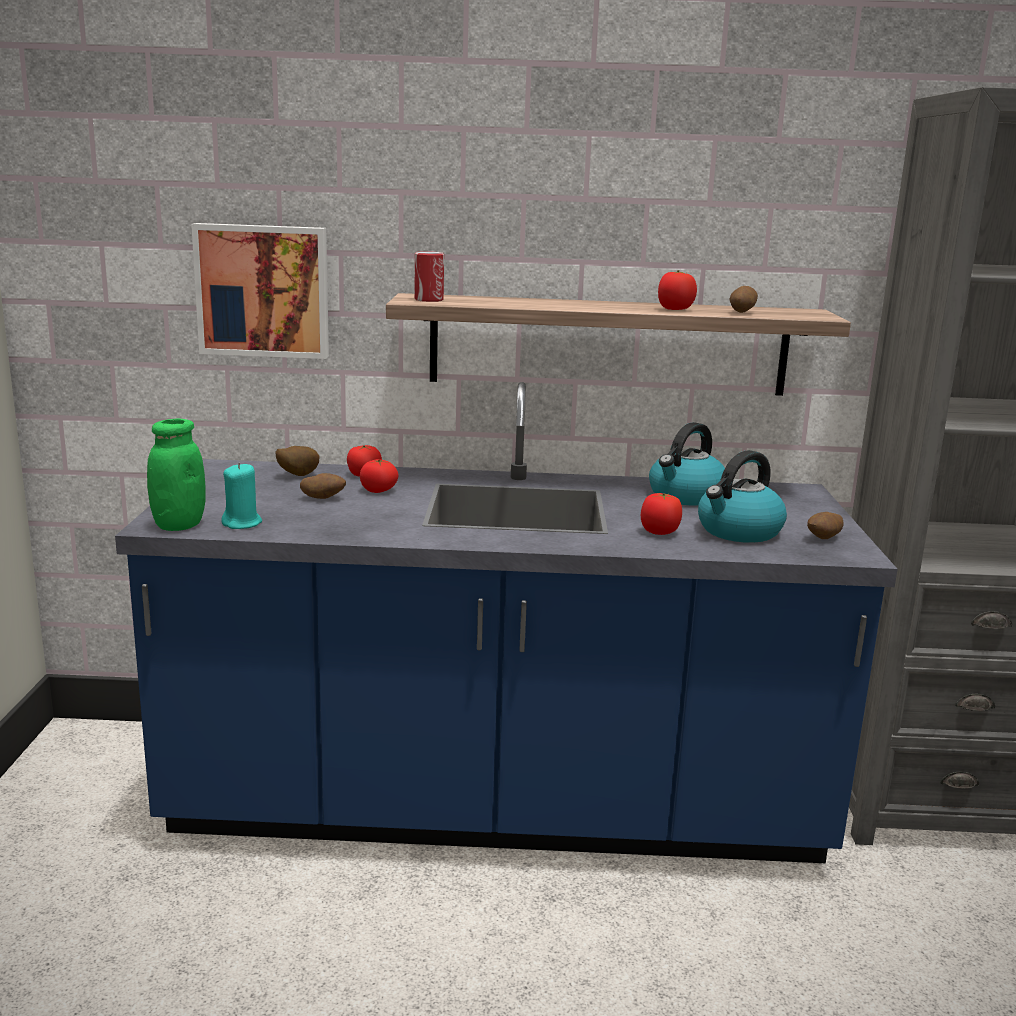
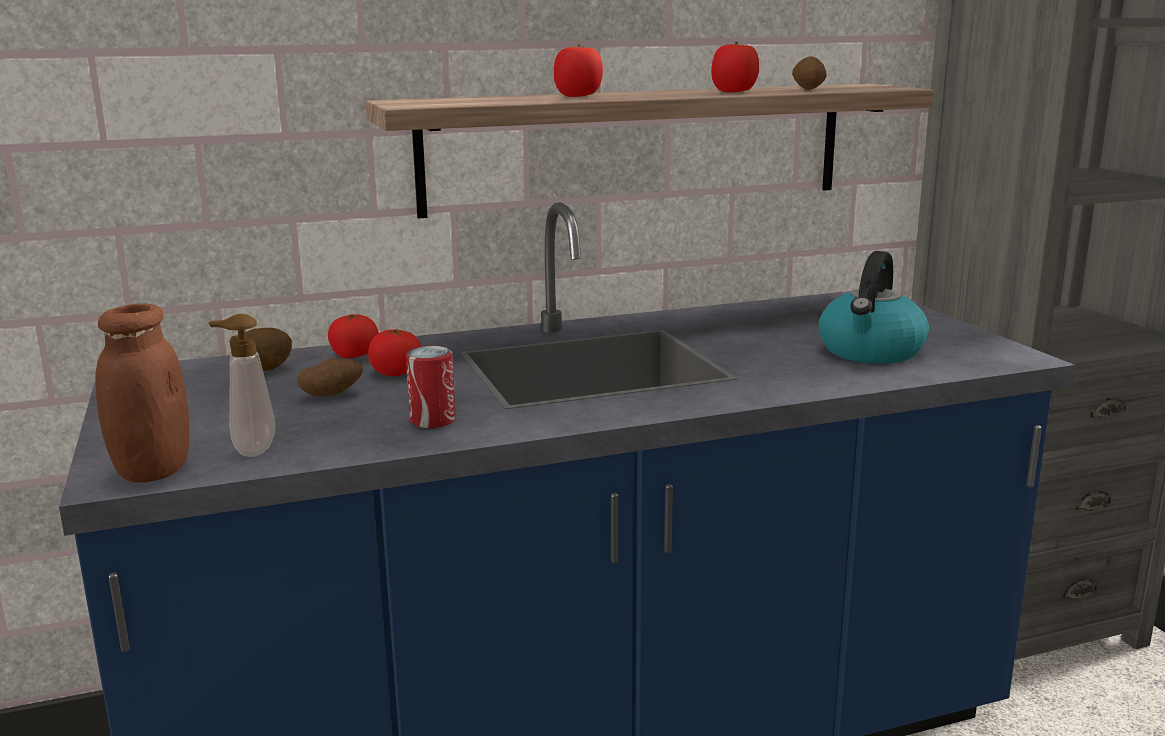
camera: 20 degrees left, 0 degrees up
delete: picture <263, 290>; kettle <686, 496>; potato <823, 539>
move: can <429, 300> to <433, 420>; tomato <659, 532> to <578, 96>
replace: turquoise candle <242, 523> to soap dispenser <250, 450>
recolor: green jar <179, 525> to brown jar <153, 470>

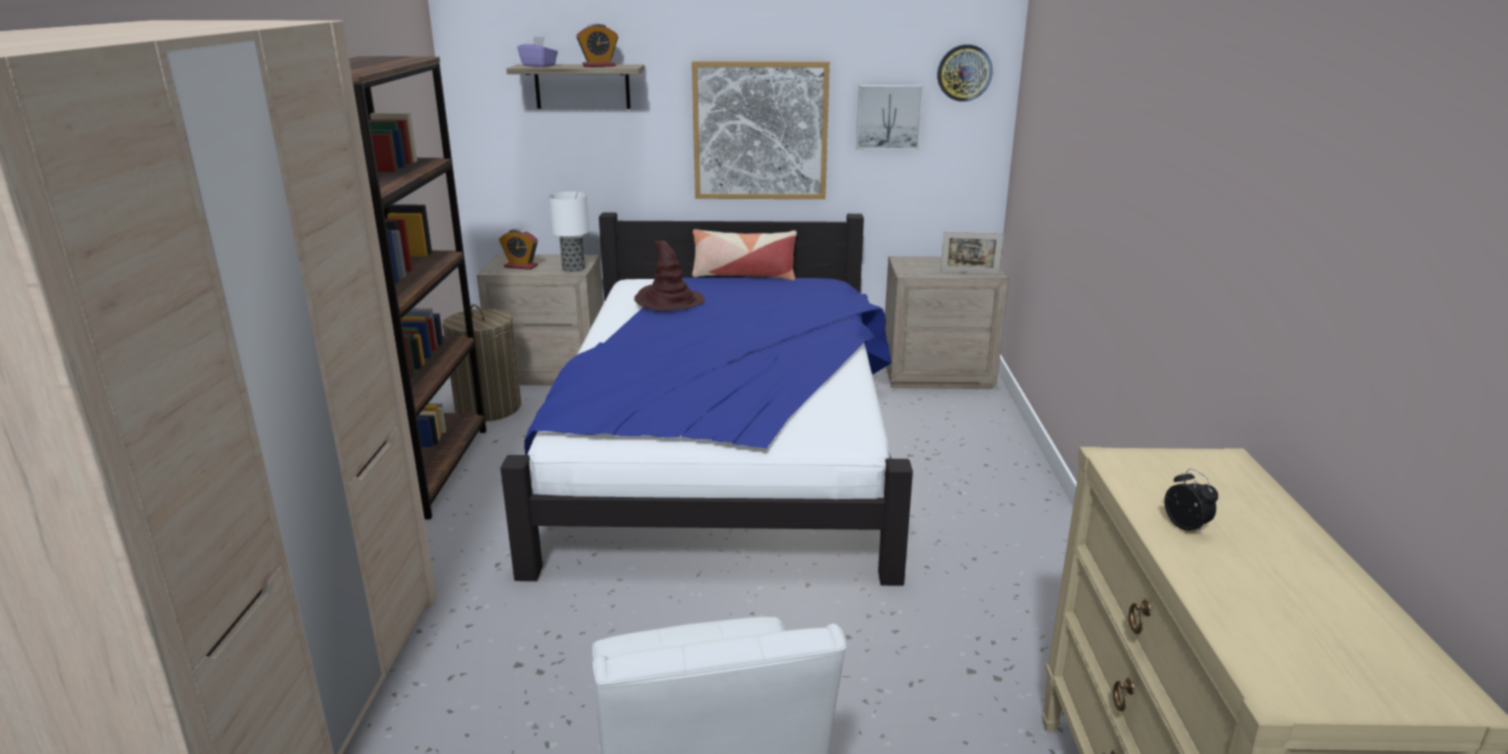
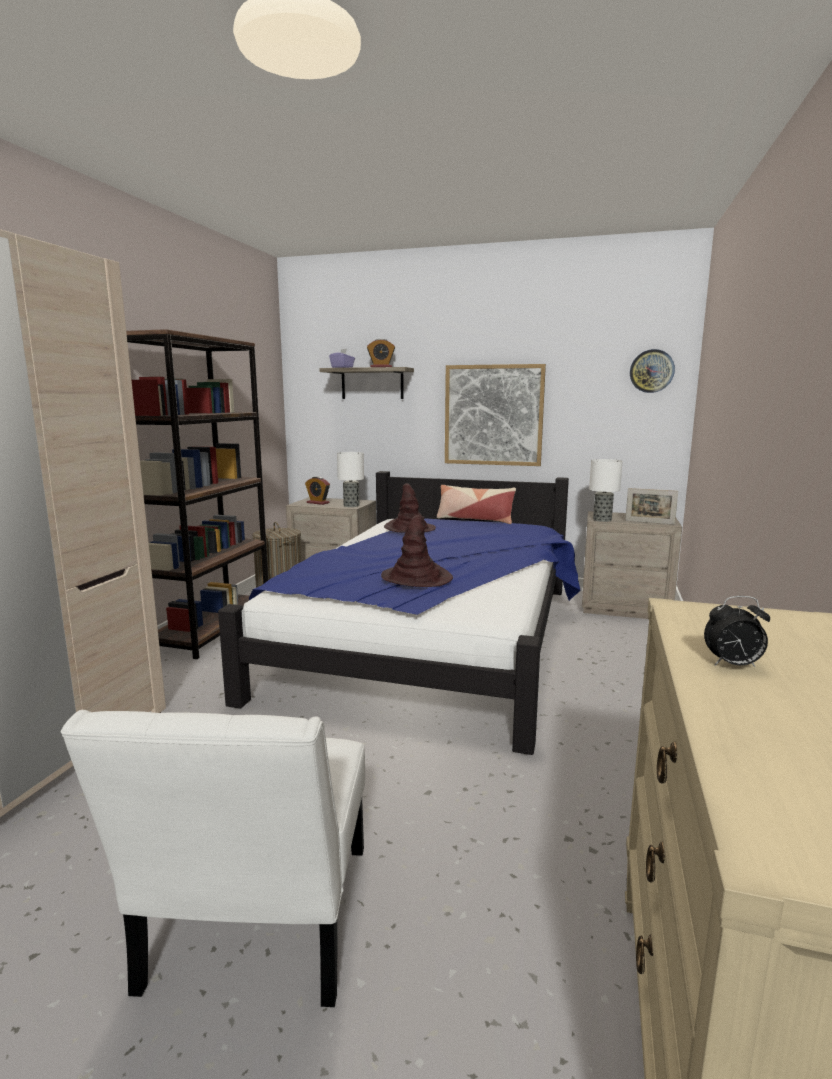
camera: 15 degrees right, 10 degrees down
delete: picture <888, 117>
insert: brown hat <417, 577>; table lamp <602, 520>
rotate: alarm clock <1186, 527> = <732, 665> 105 degrees clockwise

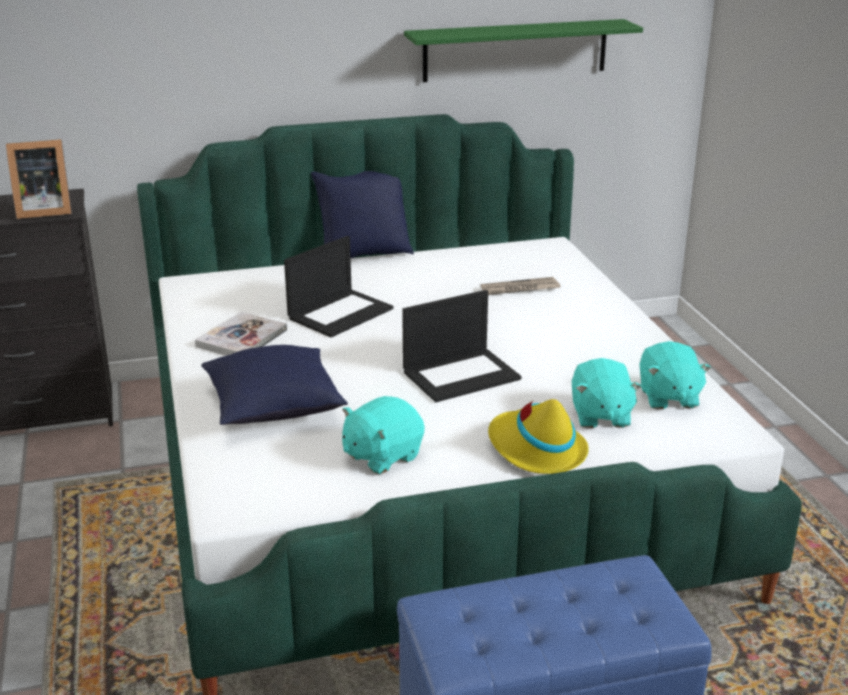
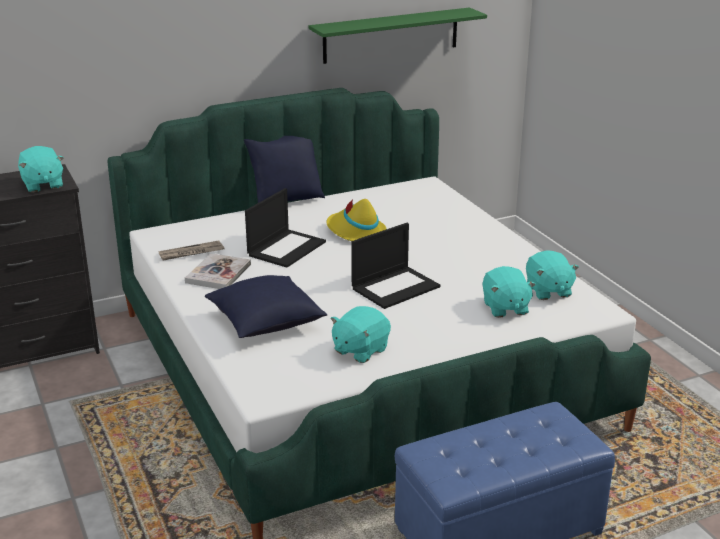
camera: 10 degrees left, 0 degrees up
move: newspaper <519, 289> to <191, 253>; yellow hat <536, 449> to <355, 232>
replace: picture frame <42, 211> to turquoise plush toy <42, 185>

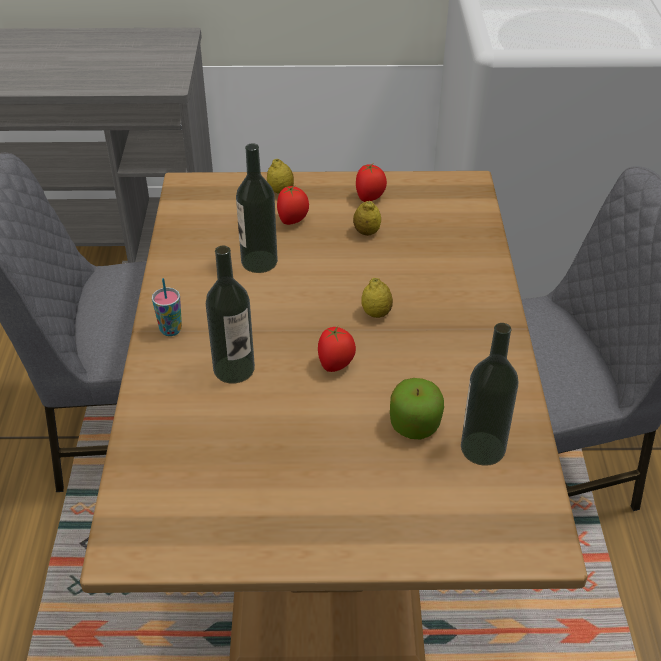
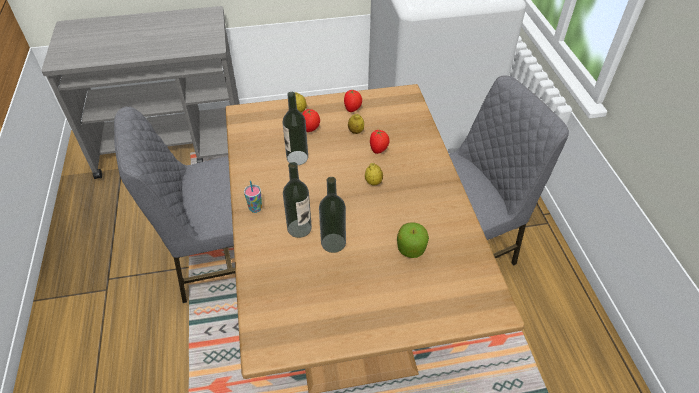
camera: 10 degrees left, 5 degrees up
move: bottle <482, 448> to <333, 243>; tomato <336, 365> to <378, 150>

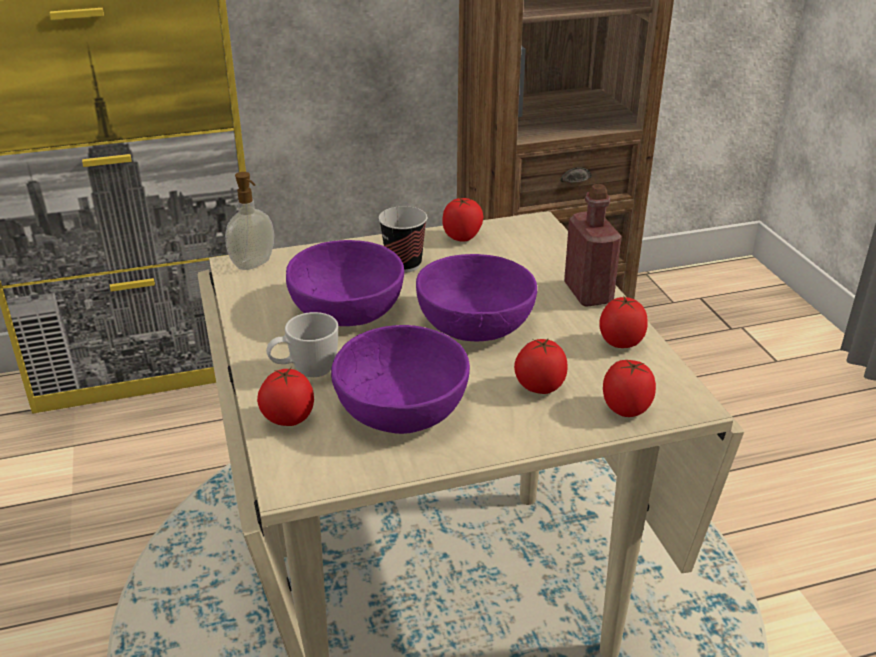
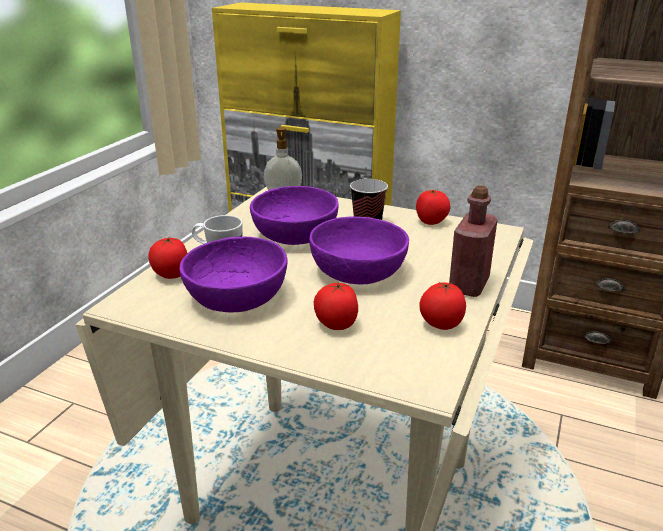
camera: 40 degrees right, 5 degrees down
delete: tomato <625, 409>

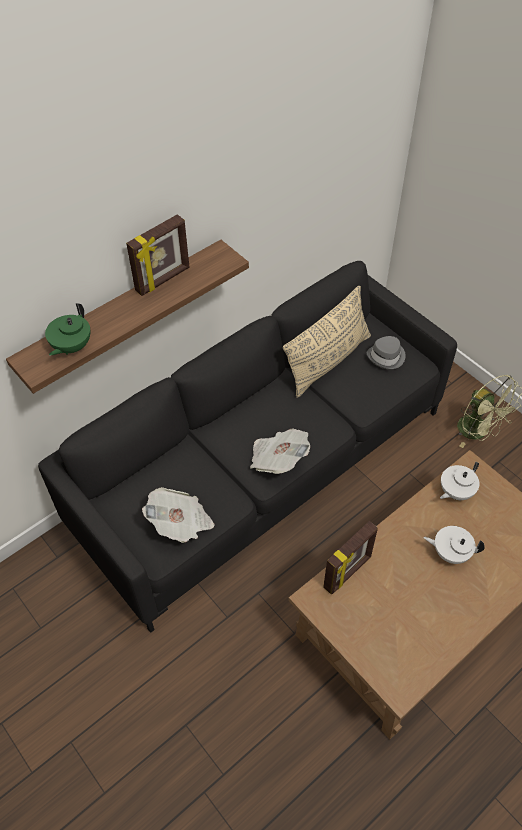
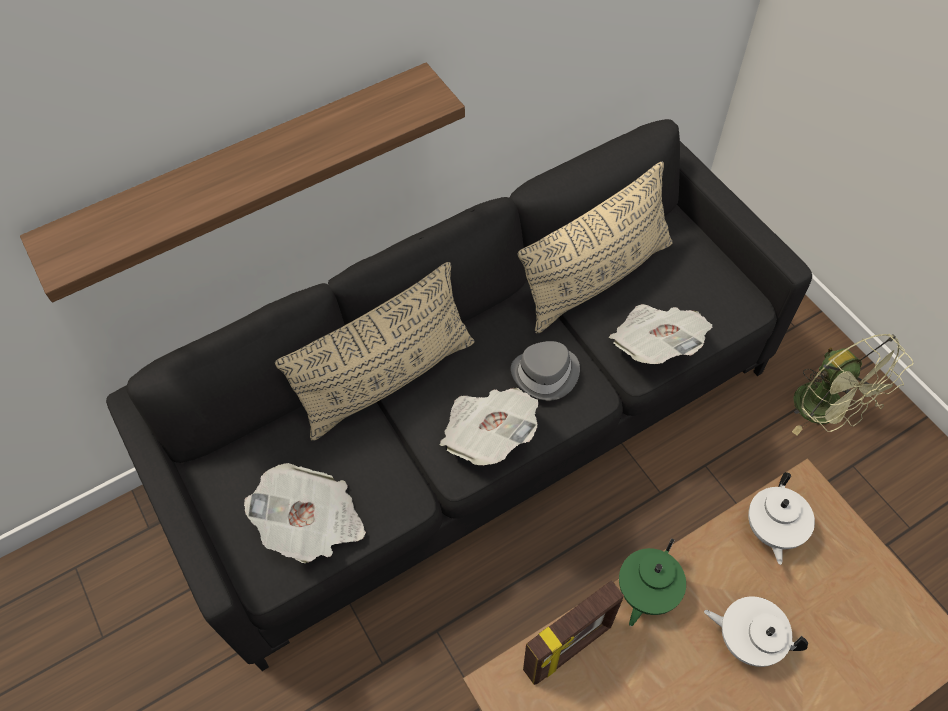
camera: 10 degrees right, 5 degrees up
delete: picture frame <163, 280>
insert: beige pillow <387, 380>; newspaper <655, 344>
move: grey hat <386, 357> to <546, 374>; green teapot <71, 347> to <646, 591>
rotate: white teapot <455, 491> = <772, 529> 45 degrees counterclockwise

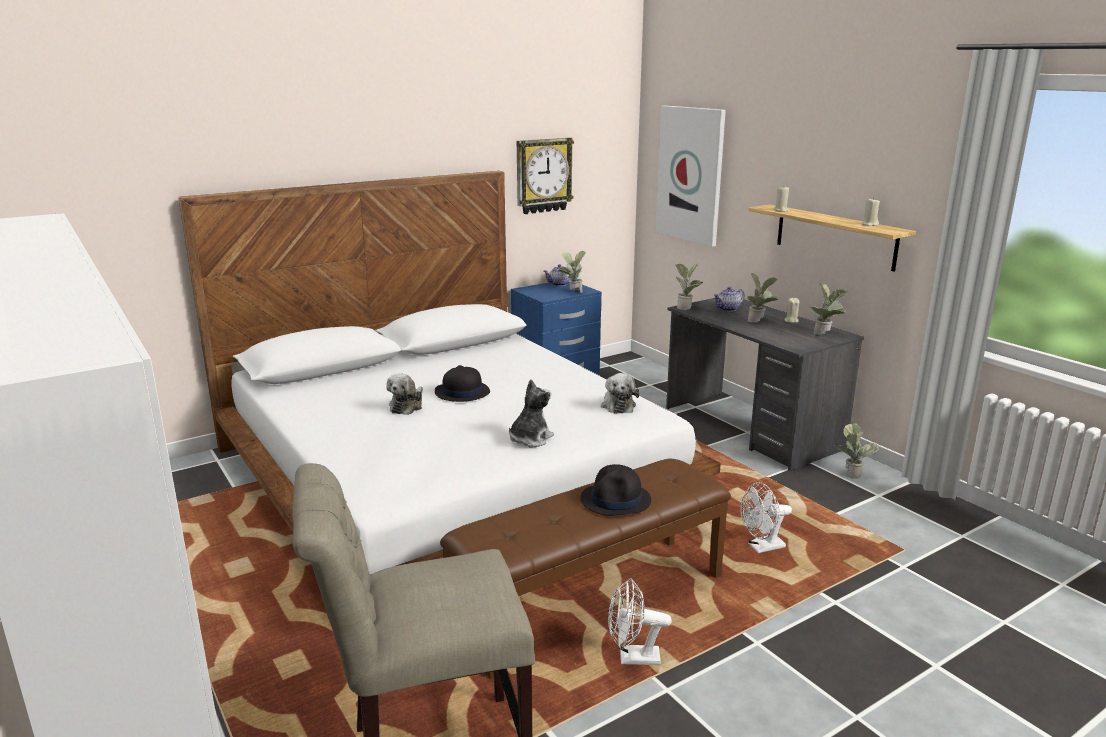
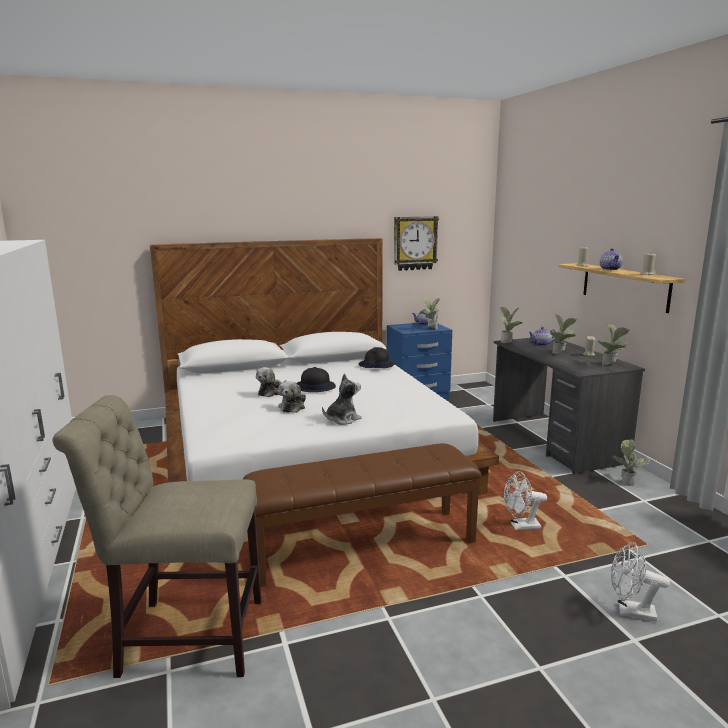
camera: 15 degrees right, 5 degrees down
delete: picture <690, 174>
insert: teapot <610, 269>
move: plush toy <618, 405> to <292, 407>; black hat <616, 500> to <376, 365>; white fan <632, 658> to <630, 612>

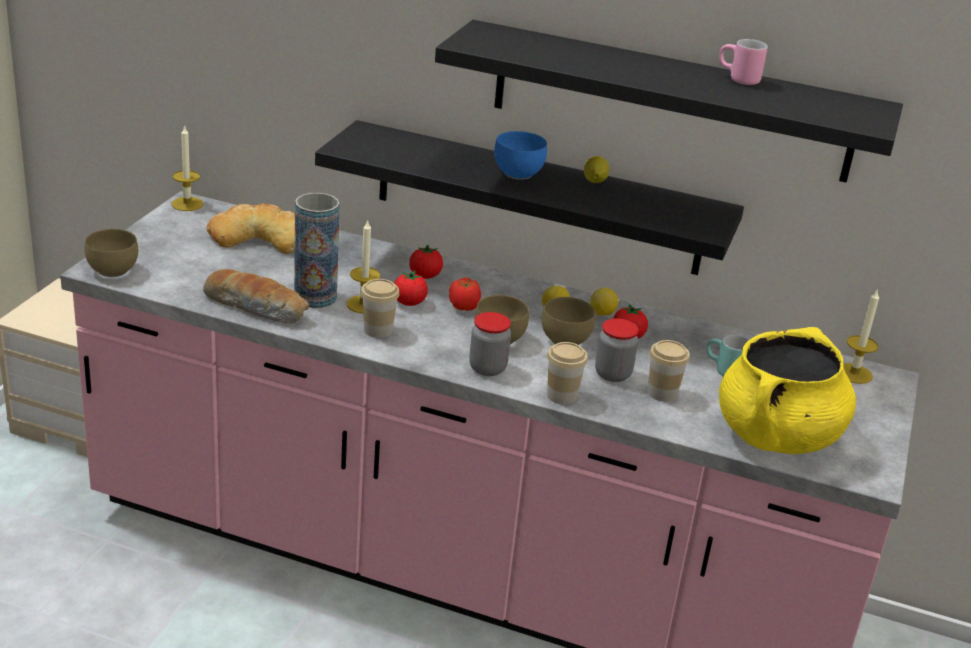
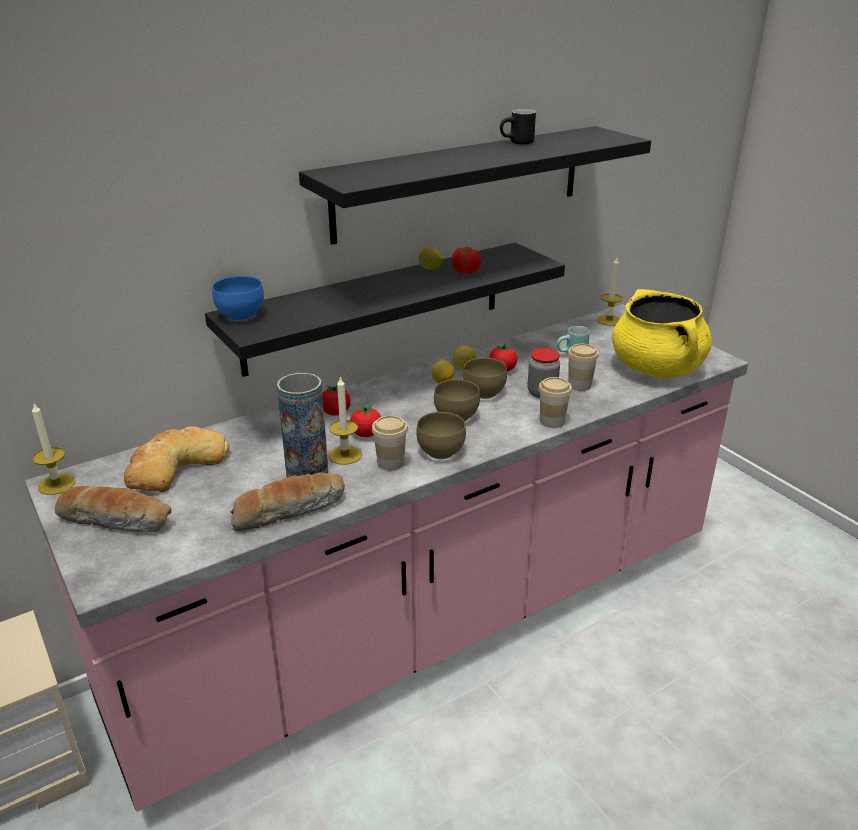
camera: 50 degrees left, 0 degrees up
delete: jar <487, 368>
insert: bread <117, 520>
move: blue bowl <520, 173> to <242, 315>; brown bowl <112, 270> to <439, 452>; tomato <463, 306> to <466, 272>
recolor: pink mug <737, 79> to black mug <517, 143>

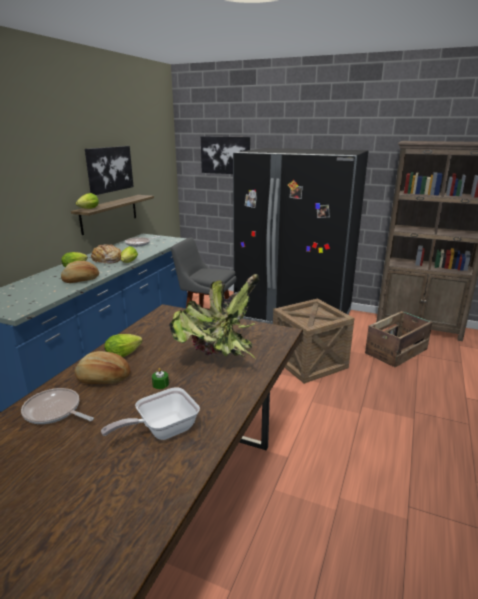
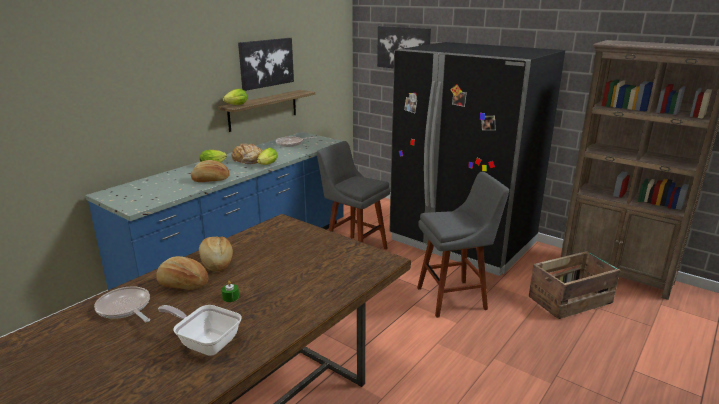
camera: 15 degrees right, 0 degrees up
delete: potted plant <219, 359>
replace: lettuce <125, 354> to bread <215, 262>; crate <309, 362> to grey stool <455, 298>
rotate: frying pan <162, 430> = <206, 342> 45 degrees clockwise

